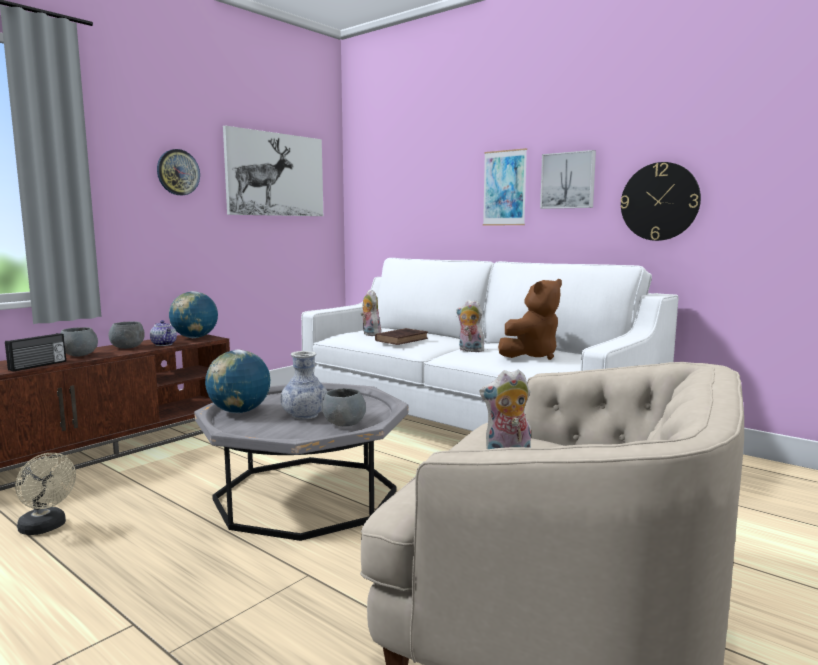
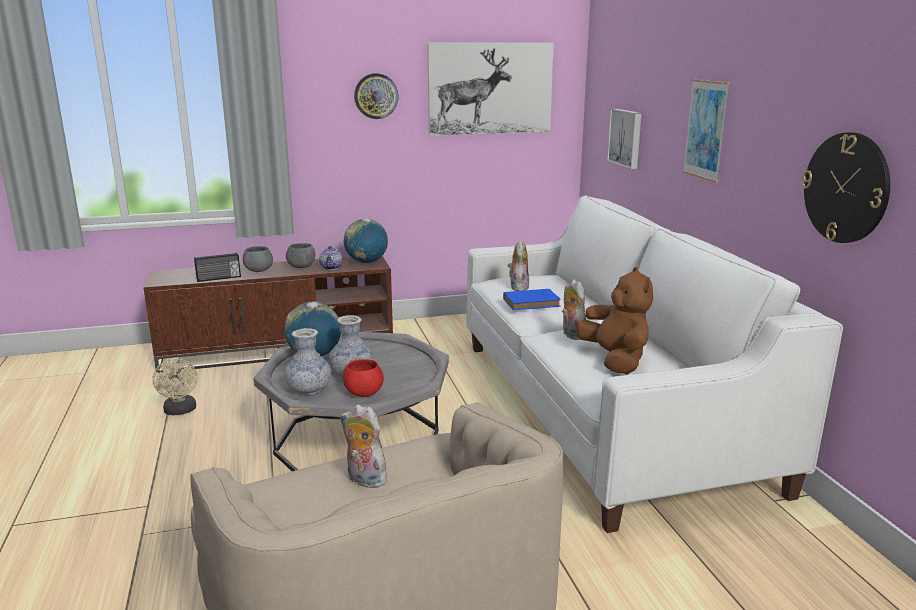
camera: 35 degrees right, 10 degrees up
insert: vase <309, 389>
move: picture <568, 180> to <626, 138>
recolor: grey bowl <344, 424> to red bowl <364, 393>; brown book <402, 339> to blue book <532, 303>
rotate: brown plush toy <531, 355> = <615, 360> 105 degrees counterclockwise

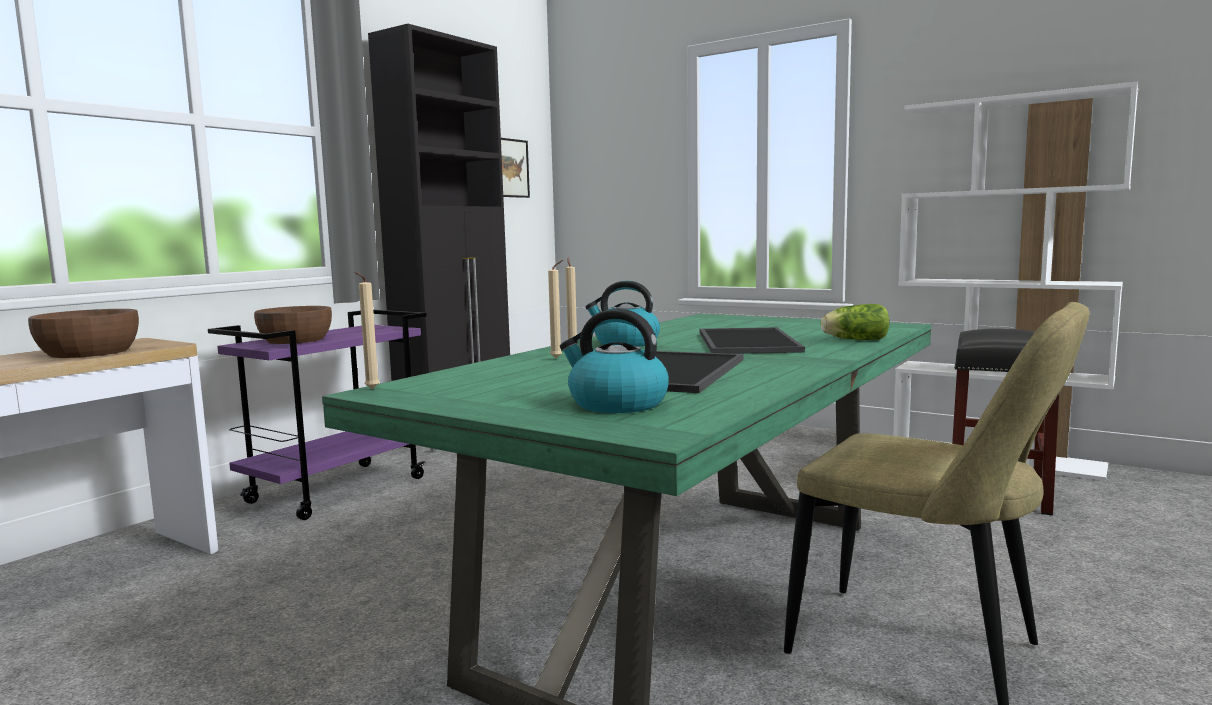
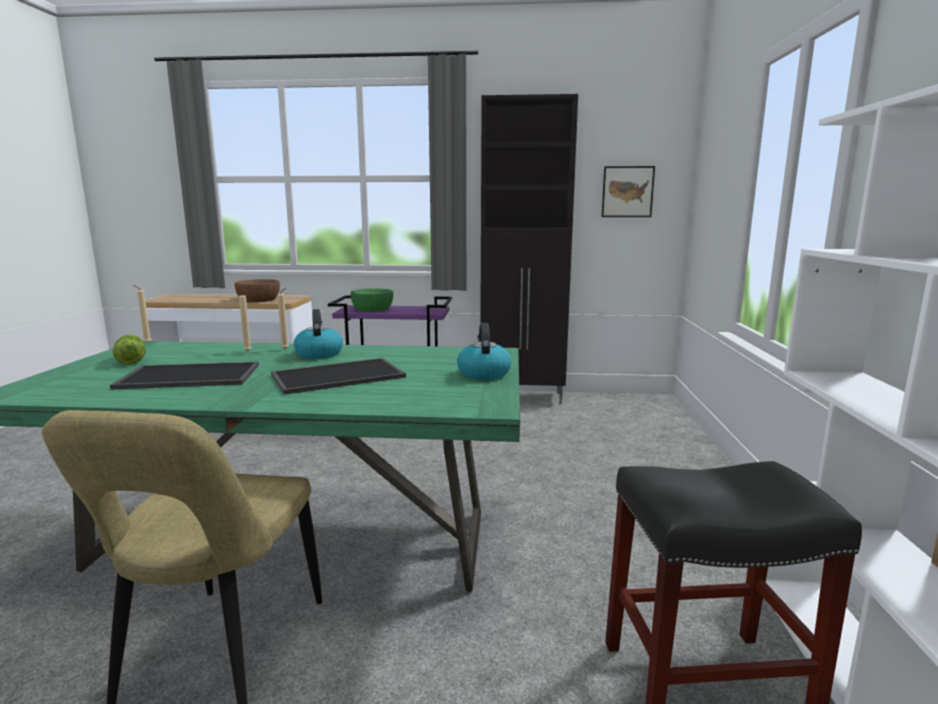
camera: 60 degrees right, 5 degrees up
move: lettuce <853, 340> to <131, 360>; kettle <616, 404> to <483, 373>
recolor: brown bowl <296, 340> to green bowl <372, 309>

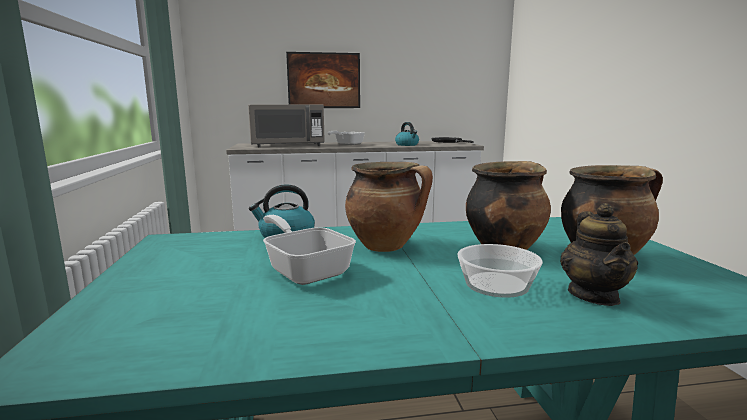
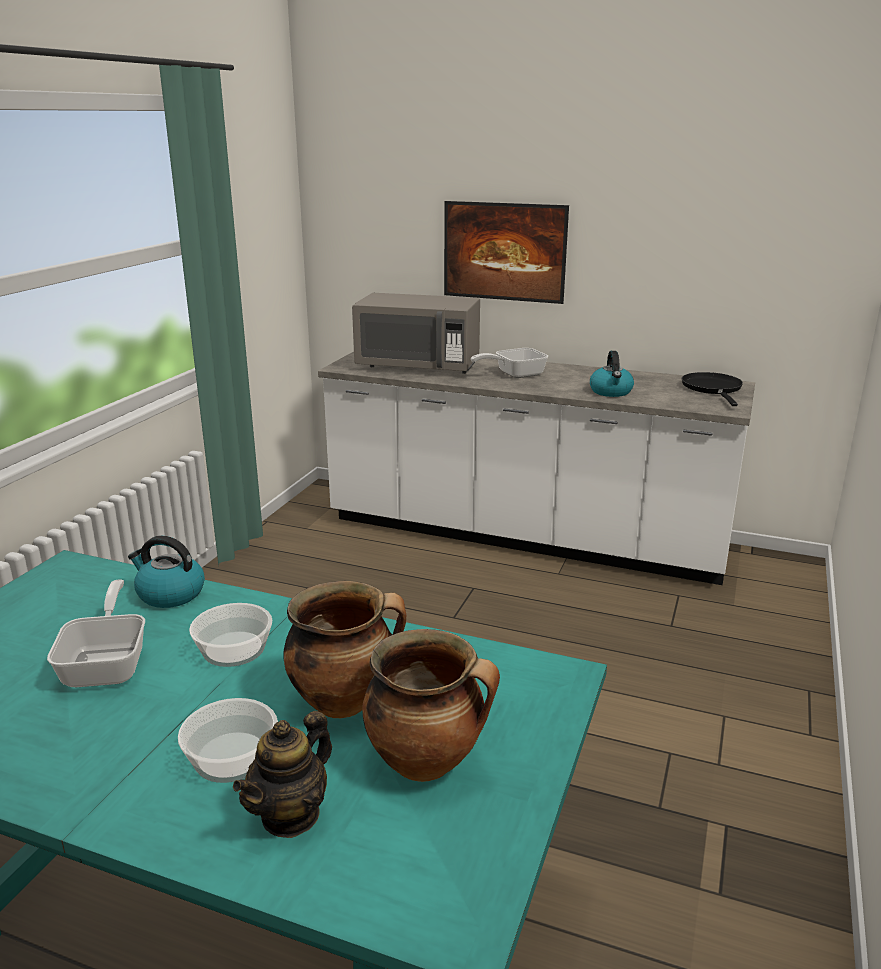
camera: 30 degrees right, 10 degrees up
replace: cooking pot <387, 246> to bowl <234, 649>

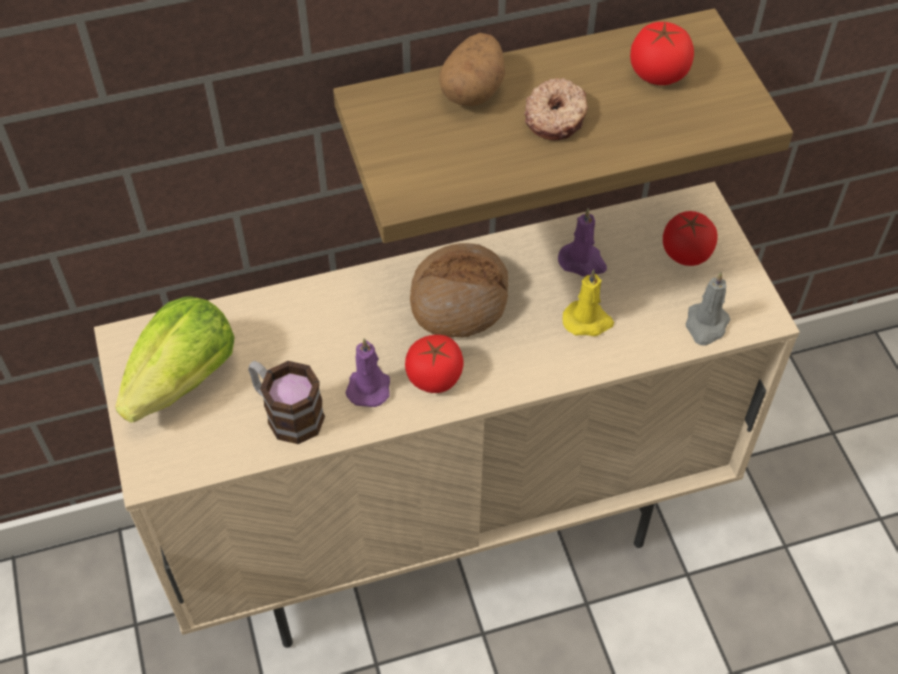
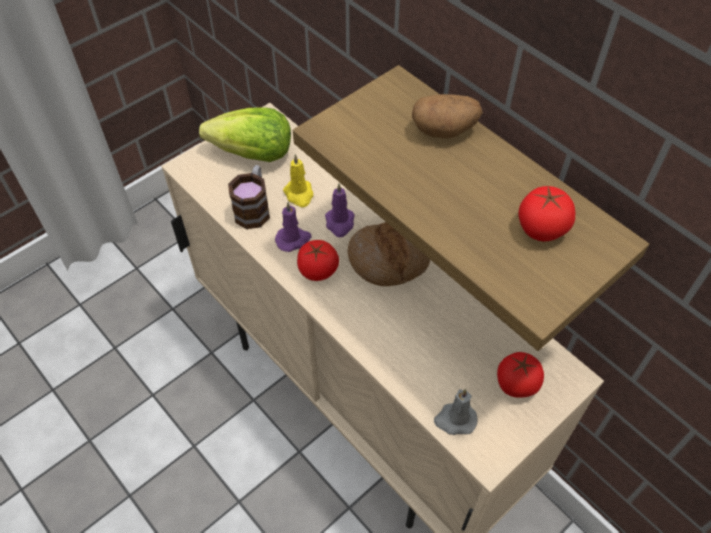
camera: 65 degrees right, 0 degrees up
delete: donut <556, 118>
move: yellow candle <588, 321> to <299, 194>; purple candle <583, 262> to <340, 223>

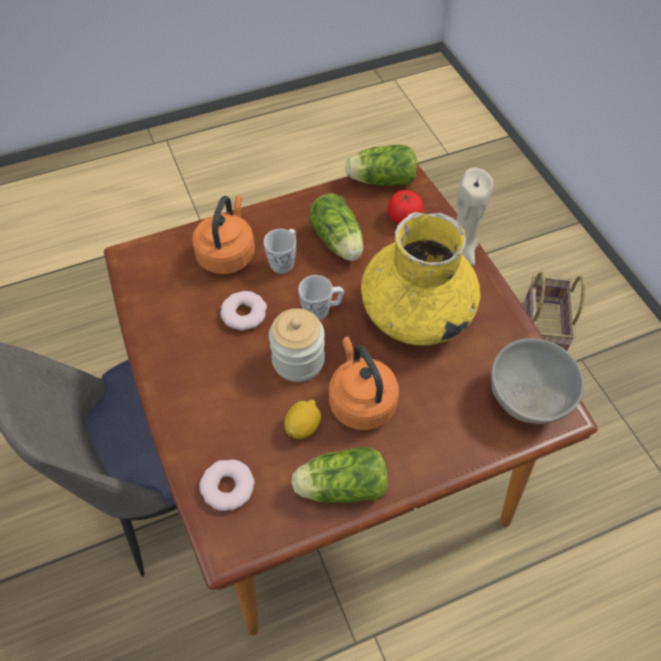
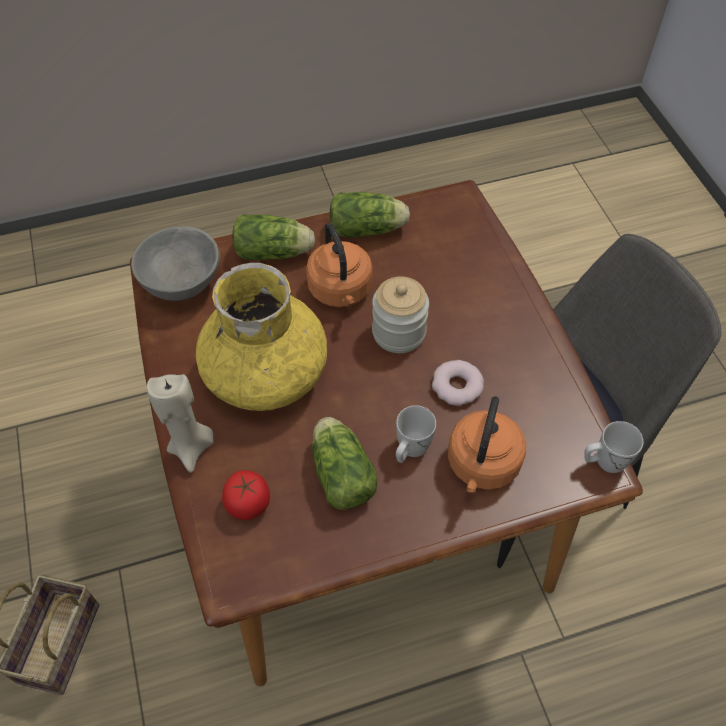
camera: 175 degrees left, 0 degrees up
delete: donut <227, 487>; lemon <303, 426>
move: lettuce <379, 180> to <275, 252>; white mug <321, 310> to <604, 461>

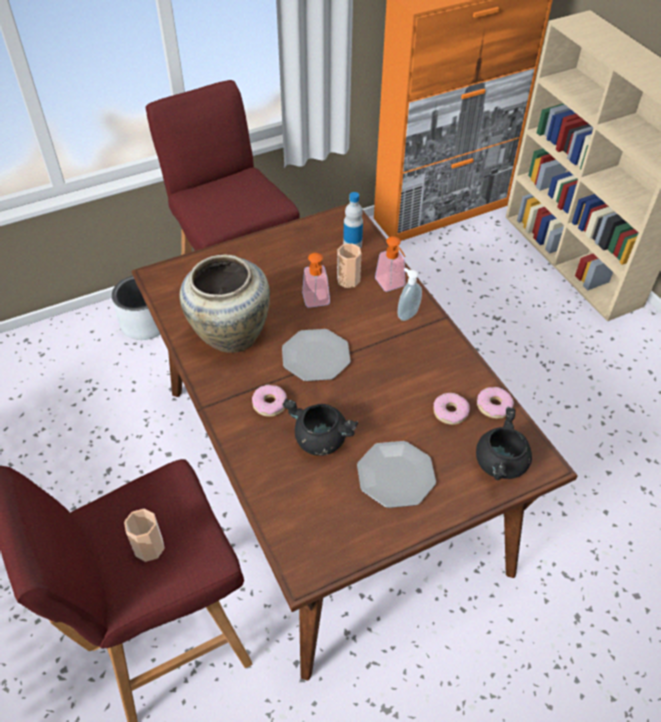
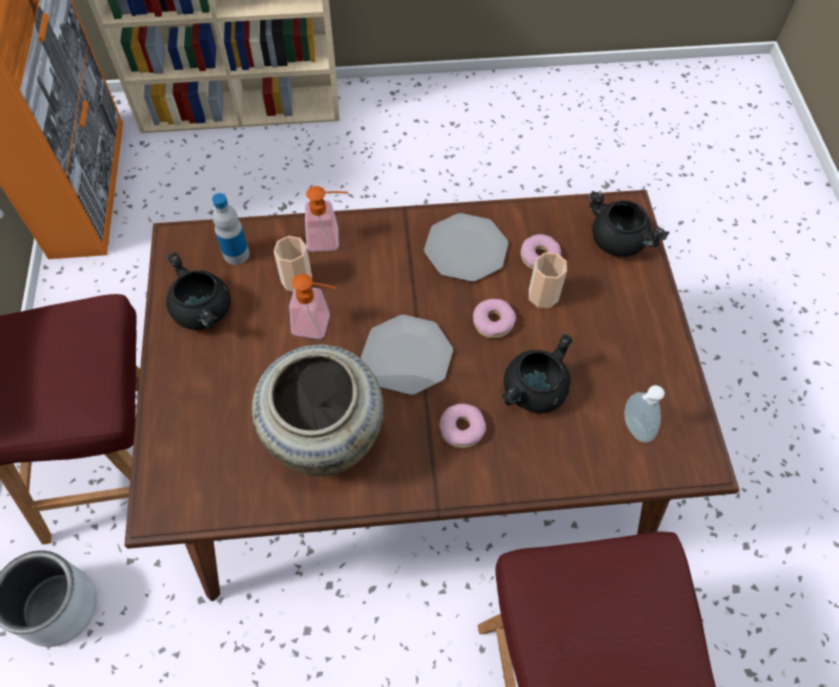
camera: 70 degrees left, 10 degrees up
insert: black cooking pot <204, 312>
move: plate <395, 475> to <465, 249>; donut <494, 406> to <493, 322>; cup <149, 547> to <543, 295>; soap dispenser <407, 314> to <633, 429>

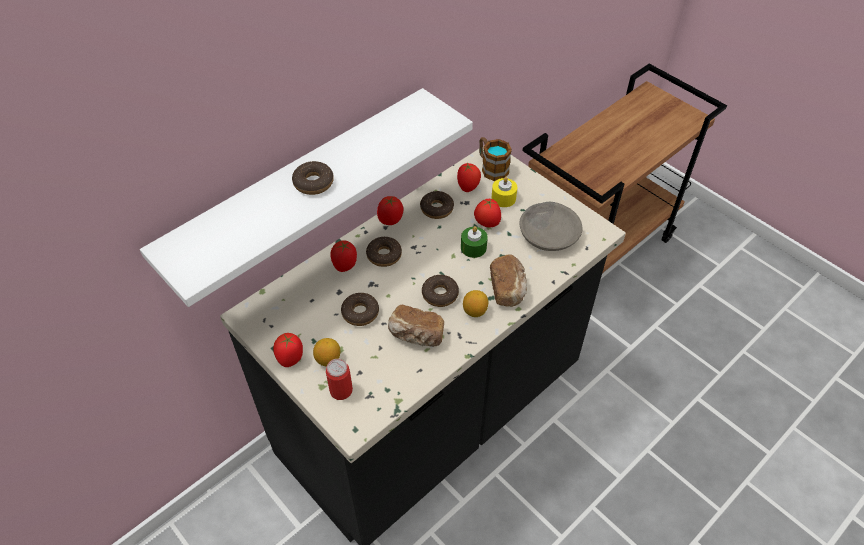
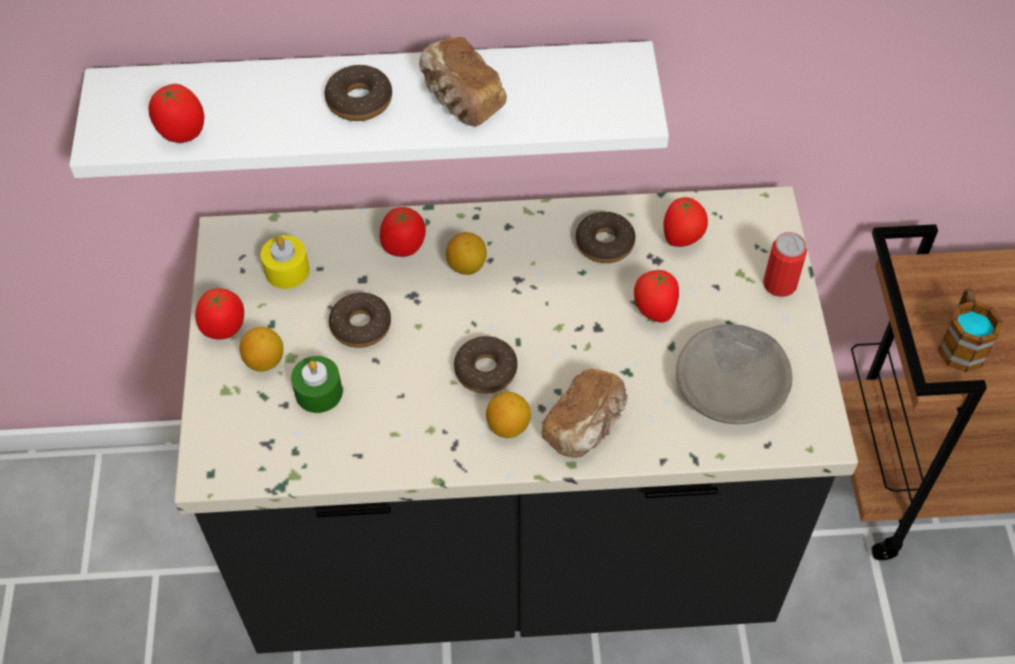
camera: 40 degrees right, 5 degrees up
move: tomato <391, 220> to <182, 133>; yellow candle <503, 198> to <287, 270>; green candle <473, 247> to <319, 392>; bread <416, 335> to <460, 99>; can <341, 390> to <779, 284>; mug <491, 168> to <960, 342>
replace: donut <384, 255> to lemon <467, 266>

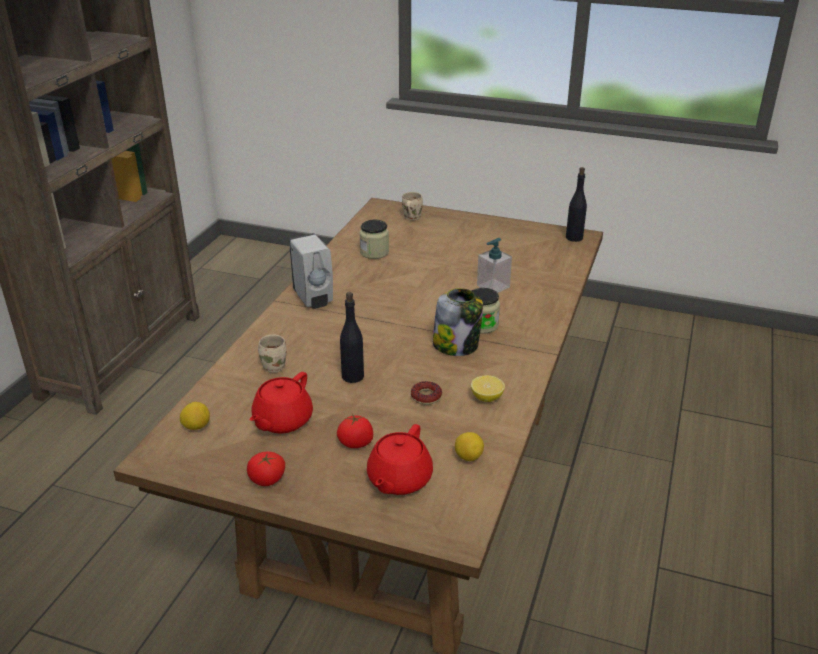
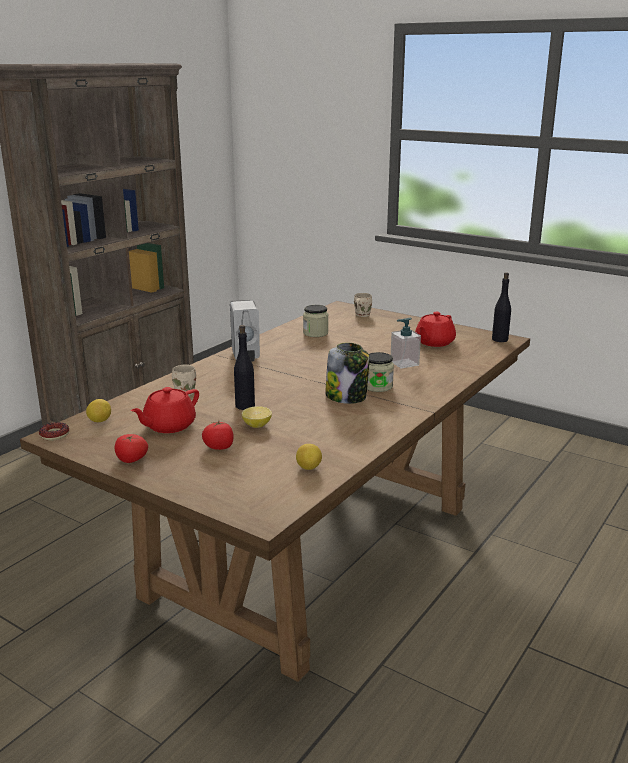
camera: 15 degrees right, 10 degrees down
move: donut <426, 396> to <54, 435>; lemon <486, 398> to <257, 425>; red teapot <398, 480> to <434, 342>

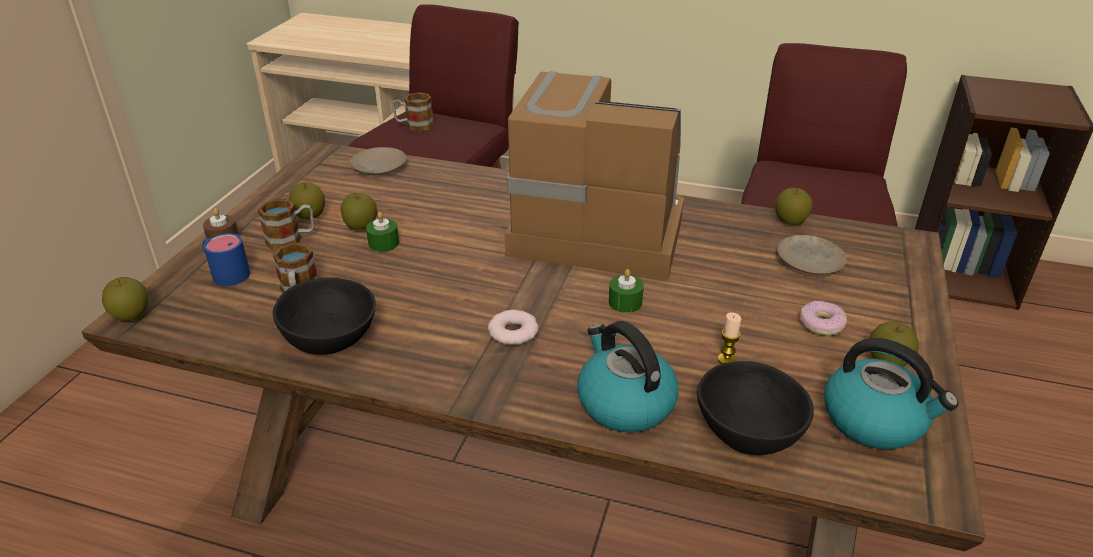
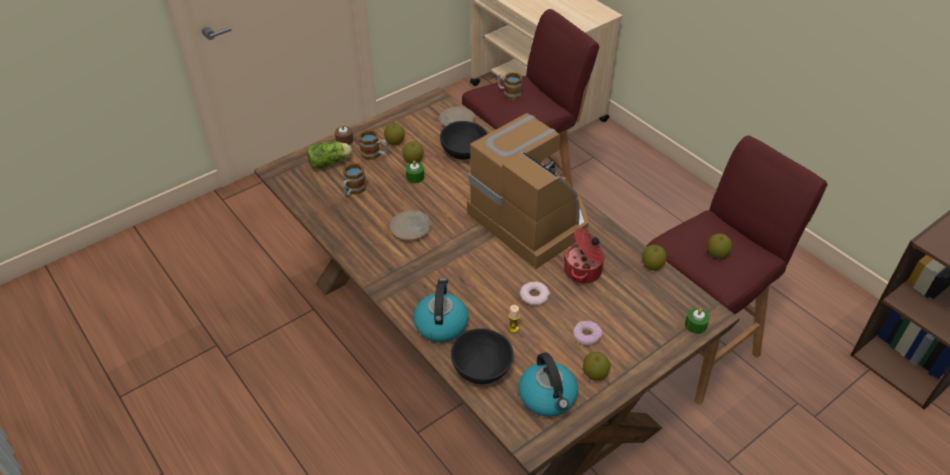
camera: 35 degrees right, 10 degrees up
insert: cooking pot <584, 271>
move: beige plate <809, 262> to <411, 229>; black bowl <328, 338> to <463, 151>; donut <513, 332> to <534, 295>; green candle <625, 302> to <695, 325>; apple <131, 315> to <717, 254>
replace: blue mug <225, 272> to lettuce <331, 162>

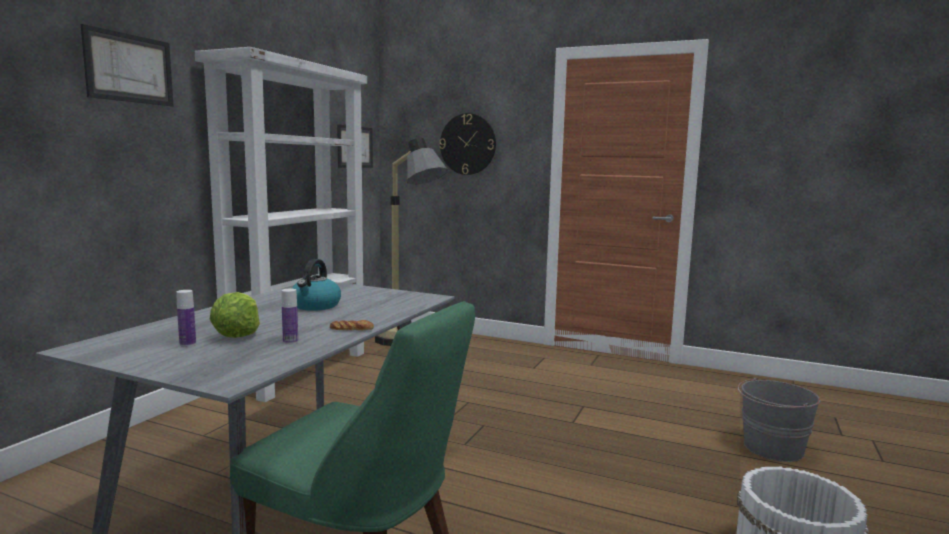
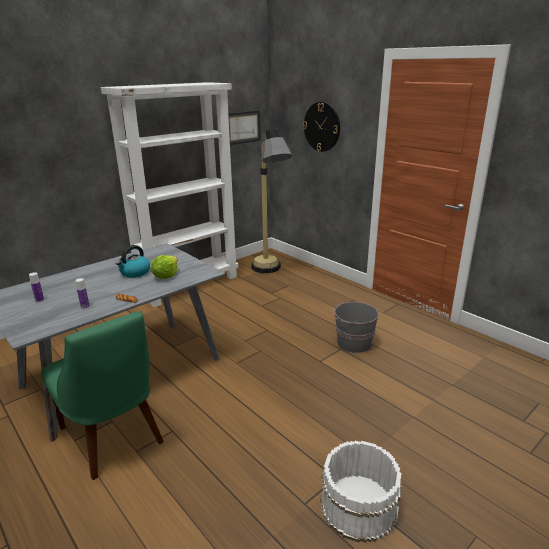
camera: 25 degrees right, 15 degrees up
delete: picture <129, 68>
move: lettuce <237, 335> to <166, 276>; grey bucket <772, 449> to <353, 343>

